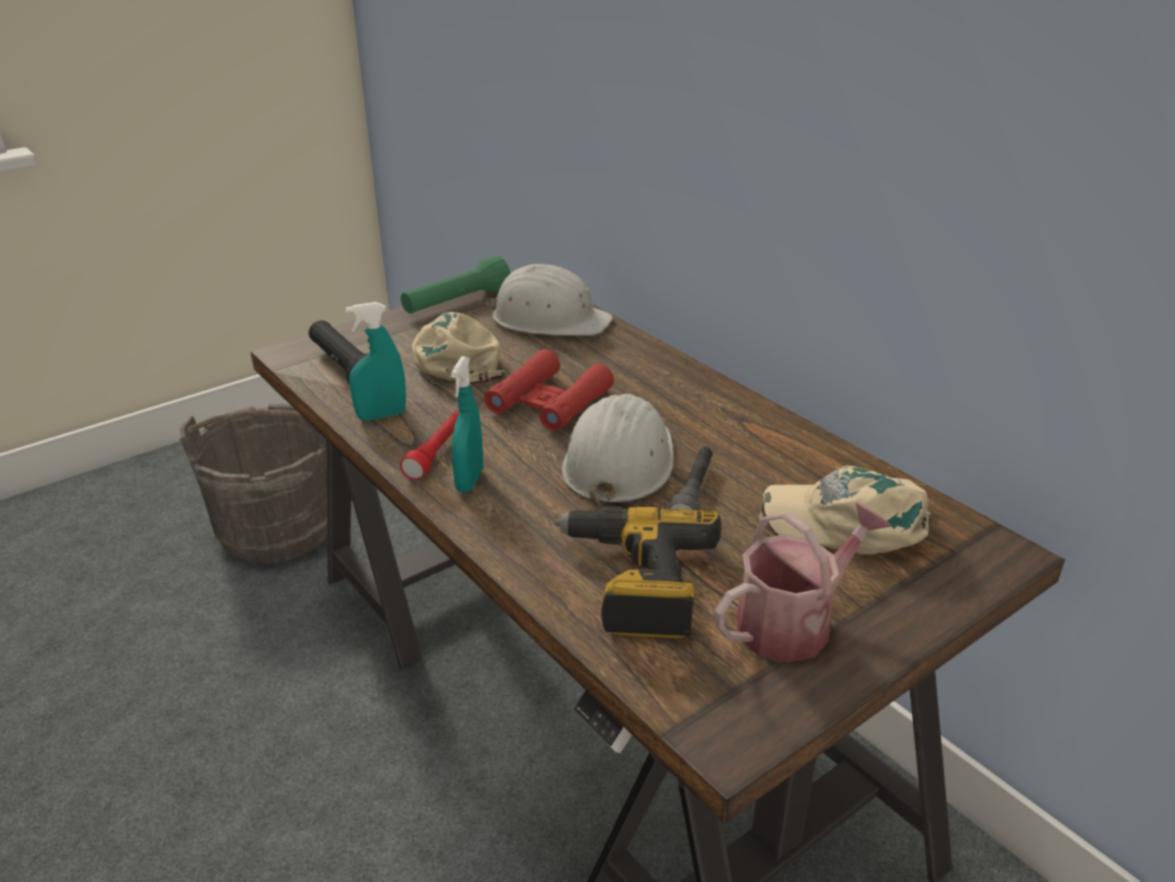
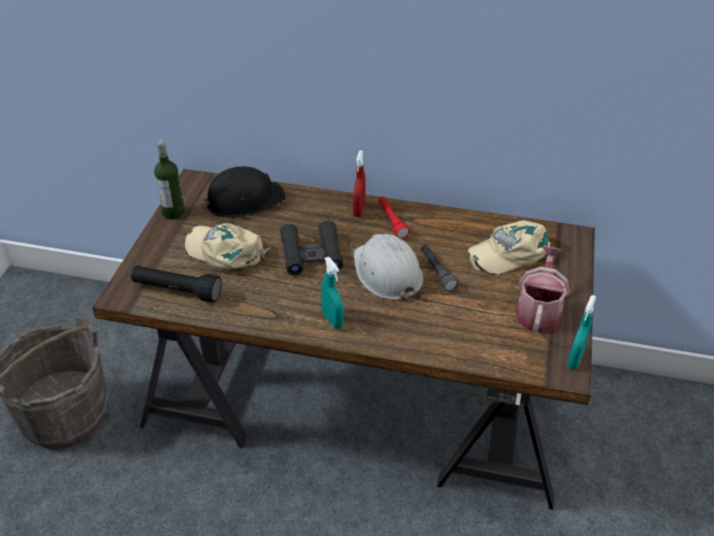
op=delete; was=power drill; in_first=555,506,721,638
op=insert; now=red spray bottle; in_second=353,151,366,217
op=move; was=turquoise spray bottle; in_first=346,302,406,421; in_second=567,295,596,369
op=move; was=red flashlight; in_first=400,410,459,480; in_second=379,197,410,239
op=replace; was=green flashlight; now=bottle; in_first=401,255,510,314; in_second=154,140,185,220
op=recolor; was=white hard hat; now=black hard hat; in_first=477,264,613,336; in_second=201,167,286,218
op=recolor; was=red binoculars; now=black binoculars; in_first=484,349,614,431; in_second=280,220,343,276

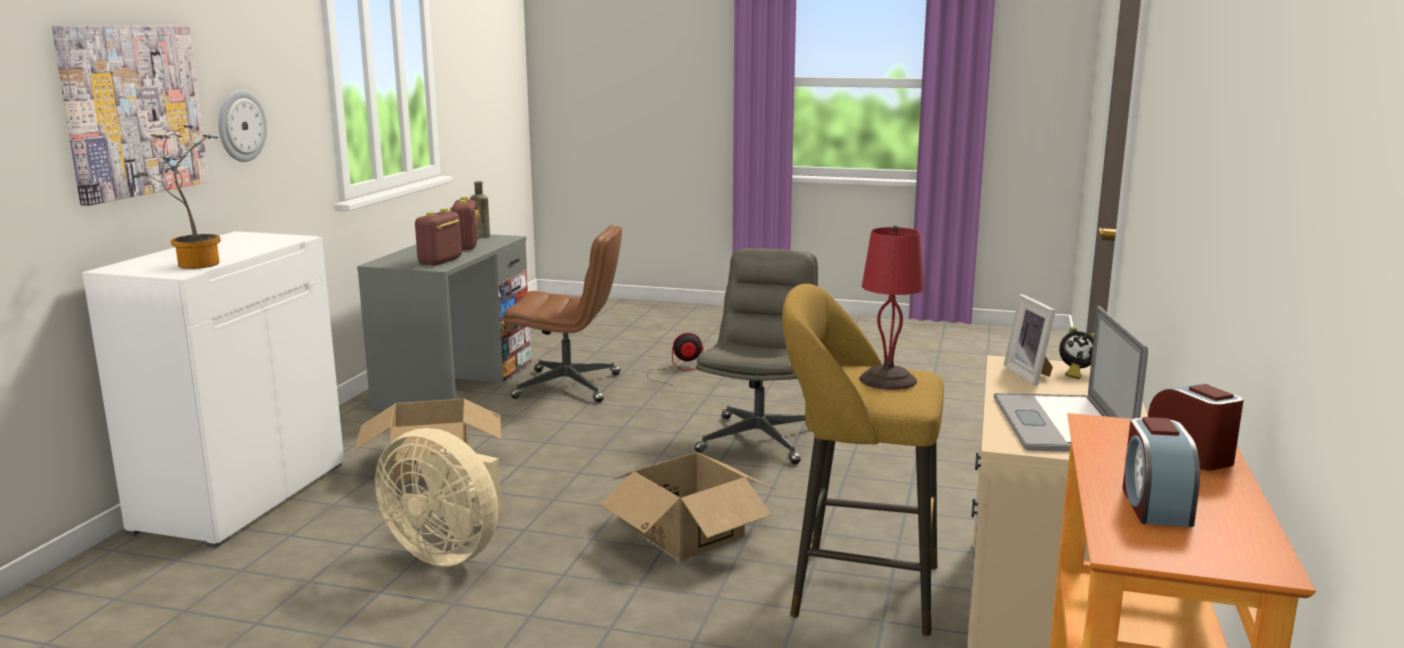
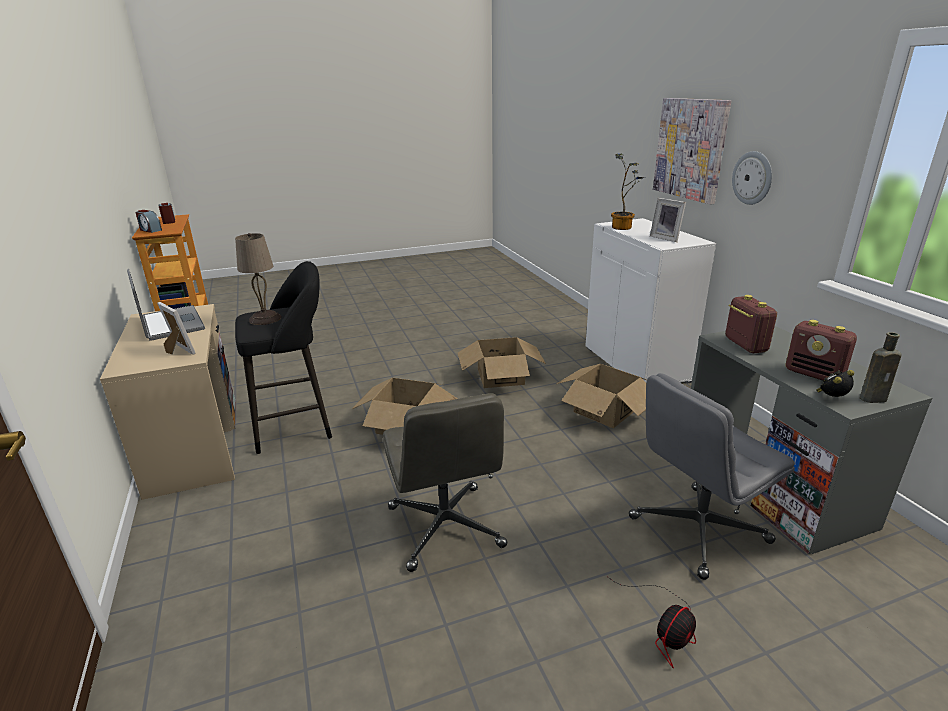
op=insert; now=picture frame; in_second=650,198,686,242
op=move; was=alarm clock; in_first=1059,327,1094,379; in_second=816,370,854,397
op=replace; was=beige fan; now=cardboard box; in_first=375,428,502,566; in_second=458,337,546,388
op=recolor; was=brown office chair; now=grey office chair; in_first=504,225,622,402; in_second=629,373,795,580
op=recolor; was=yellow stool; now=black stool; in_first=782,284,944,636; in_second=235,261,332,454
op=recolor; was=red table lamp; now=beige table lamp; in_first=859,226,924,390; in_second=235,233,282,325

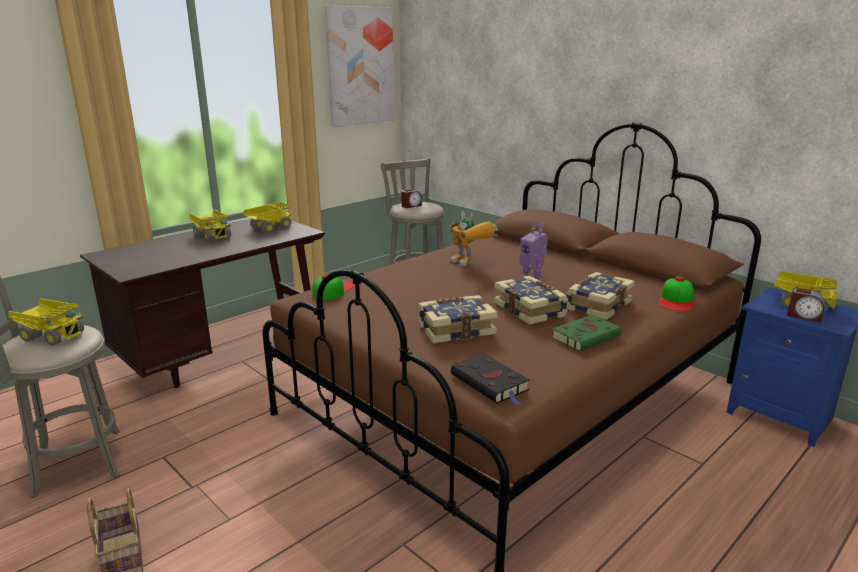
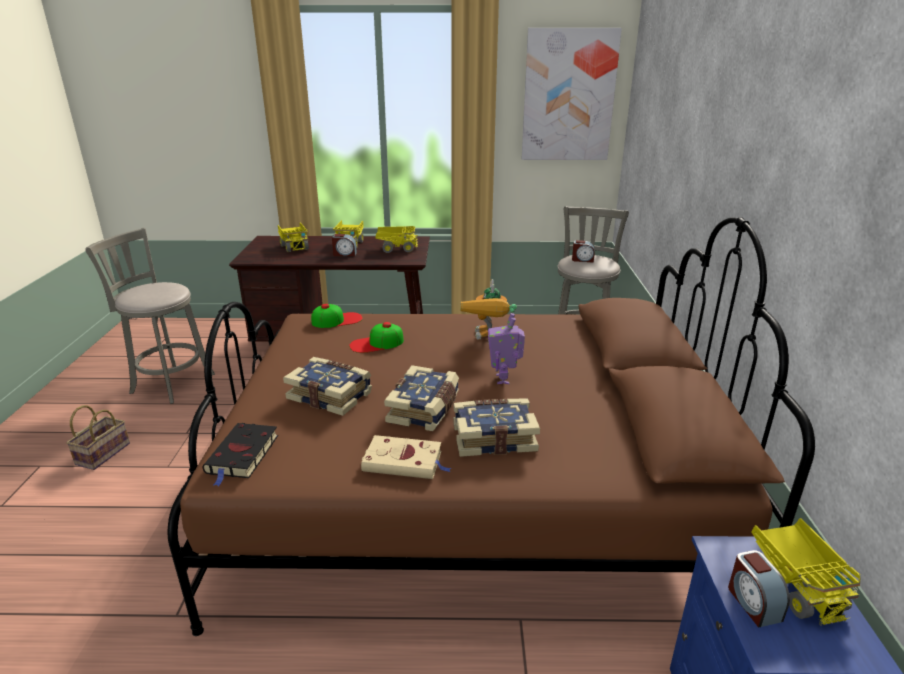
op=insert; now=alarm clock; in_second=332,234,357,256
op=move; was=toy truck; in_first=8,298,84,346; in_second=278,222,309,252
op=move; was=cap; in_first=659,276,694,311; in_second=349,322,404,353
op=recolor; was=green book; now=beige book; in_first=551,315,622,351; in_second=361,435,451,479

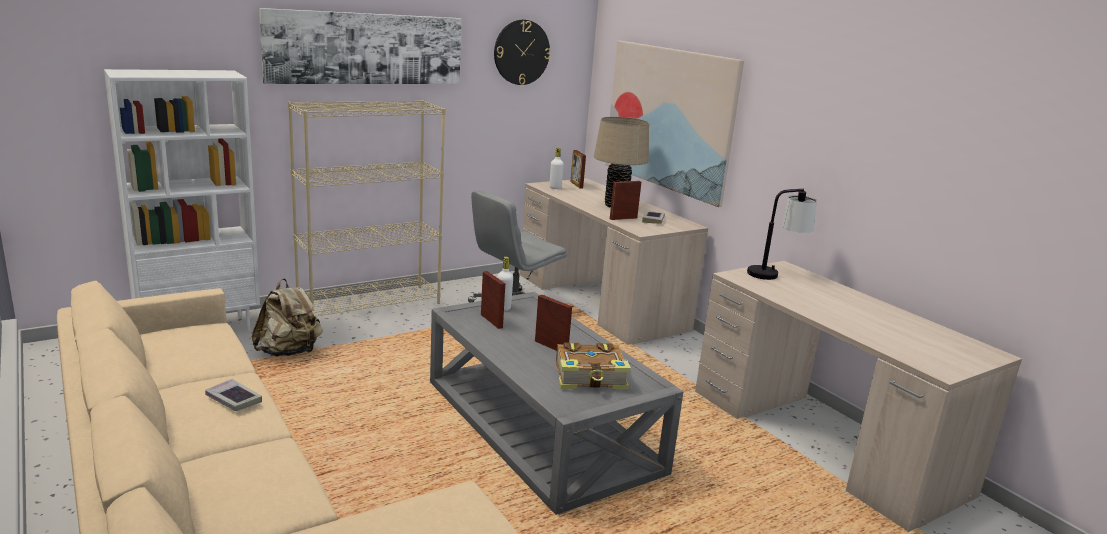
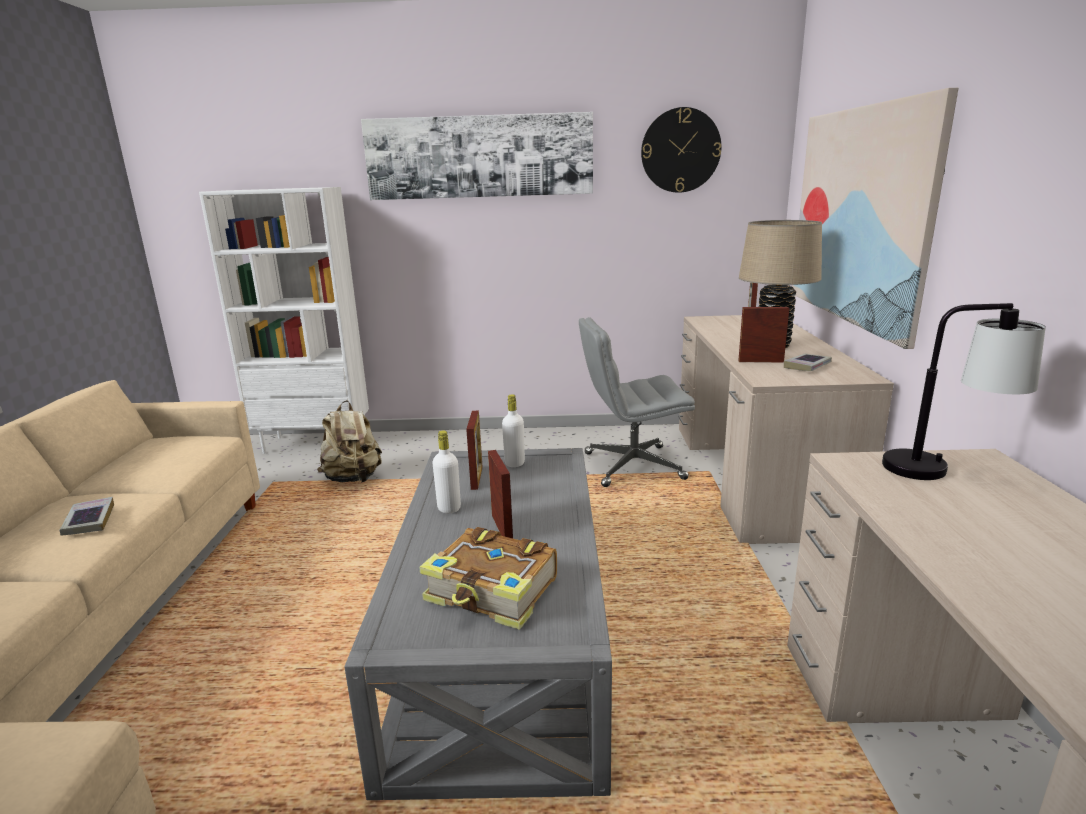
op=delete; was=beige bookcase; in_first=288,100,445,316
op=move; was=white bottle; in_first=549,148,564,189; in_second=432,430,461,513

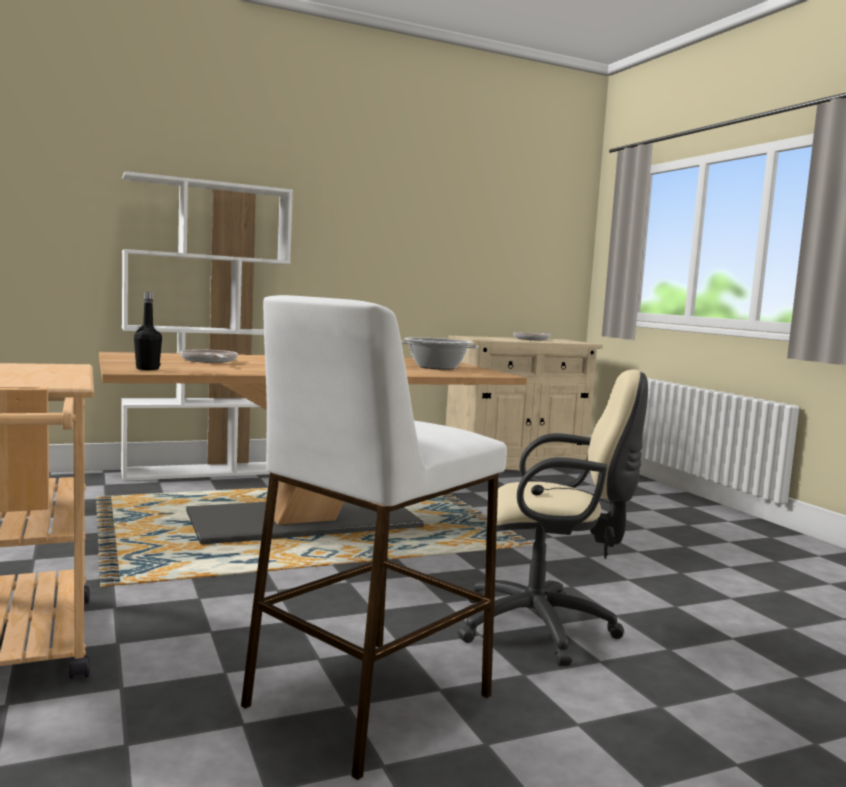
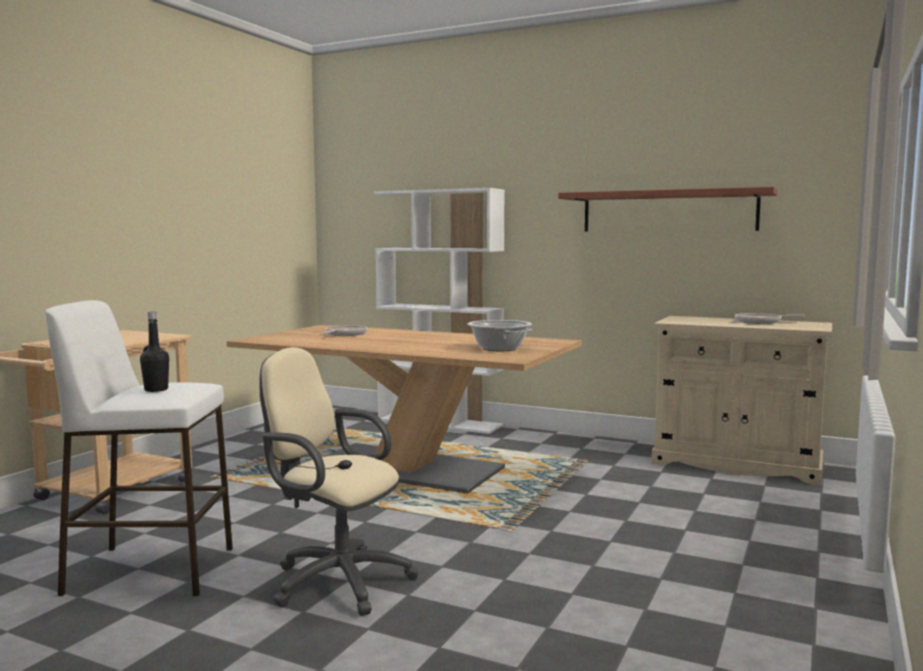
op=insert; now=shelf; in_second=558,187,777,232
op=move; was=black bottle; in_first=134,292,162,370; in_second=140,312,169,392
op=rotate; was=beige office chair; in_first=457,370,648,666; in_second=260,347,419,616; clockwise=150

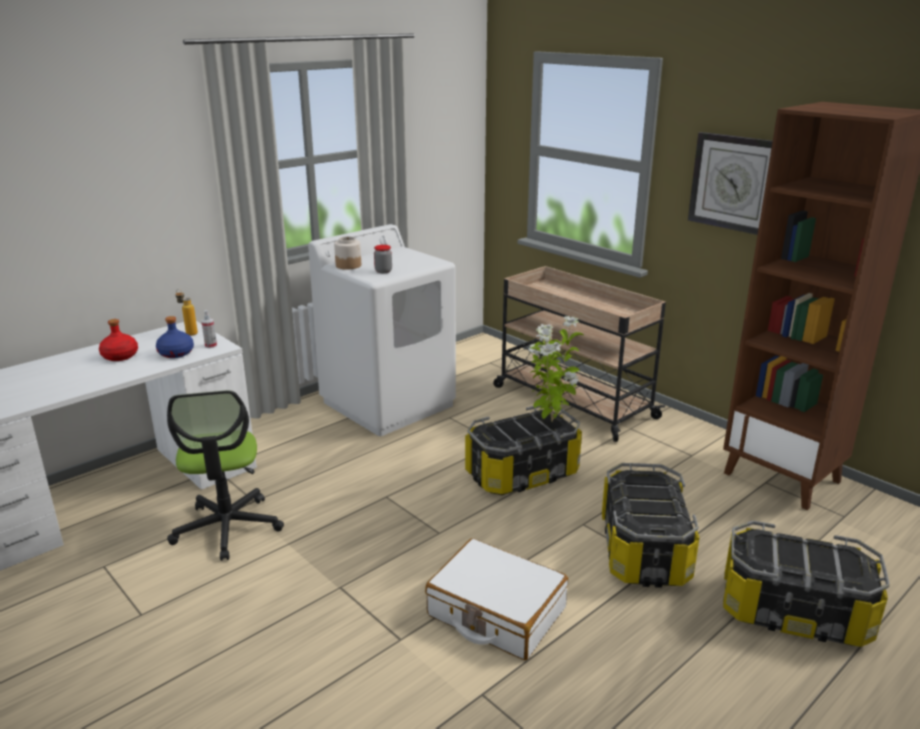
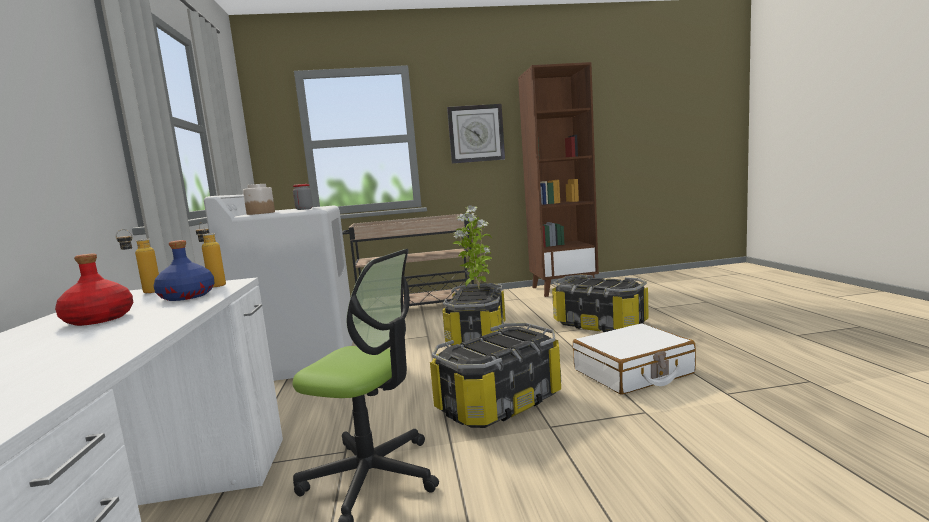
op=move; was=storage box; in_first=723,521,890,647; in_second=430,323,561,428
op=replace; was=spray bottle; now=bottle; in_first=201,310,217,348; in_second=196,222,226,287

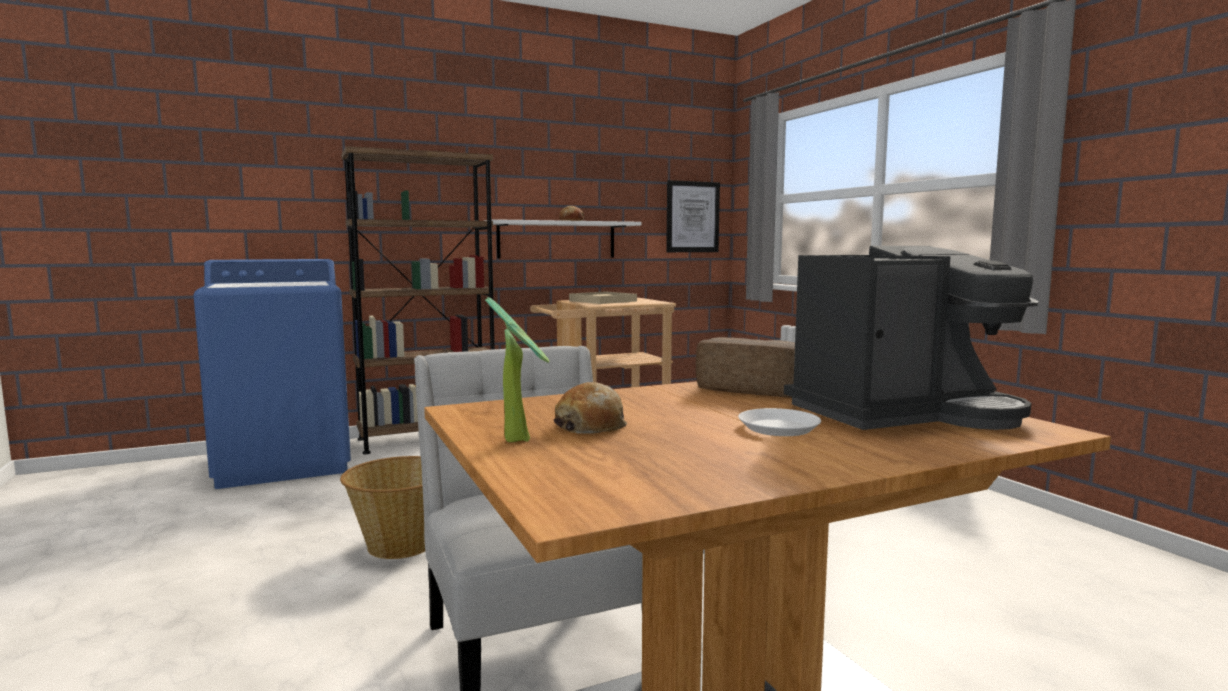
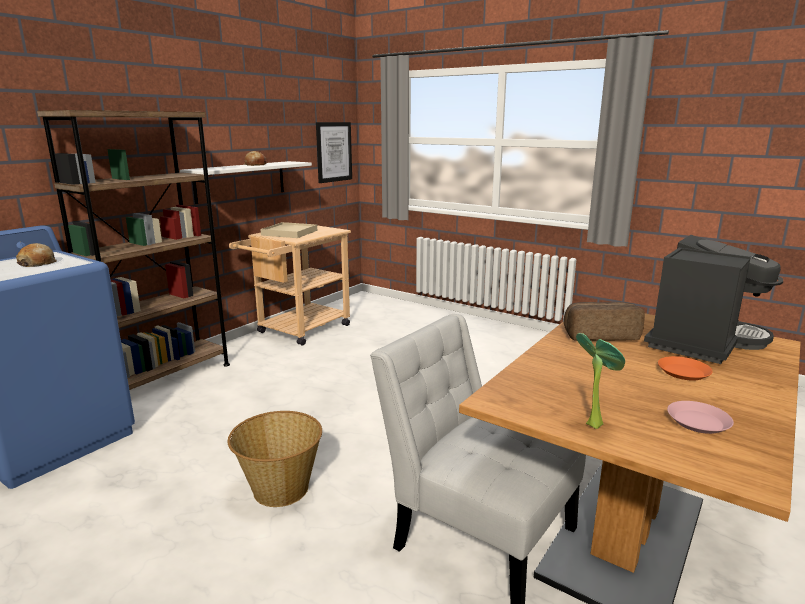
op=insert; now=pink plate; in_second=667,401,734,434
op=move; was=bread; in_first=554,382,627,434; in_second=16,243,57,267
op=recolor; was=white plate; now=orange plate; in_first=738,408,821,436; in_second=658,356,713,380

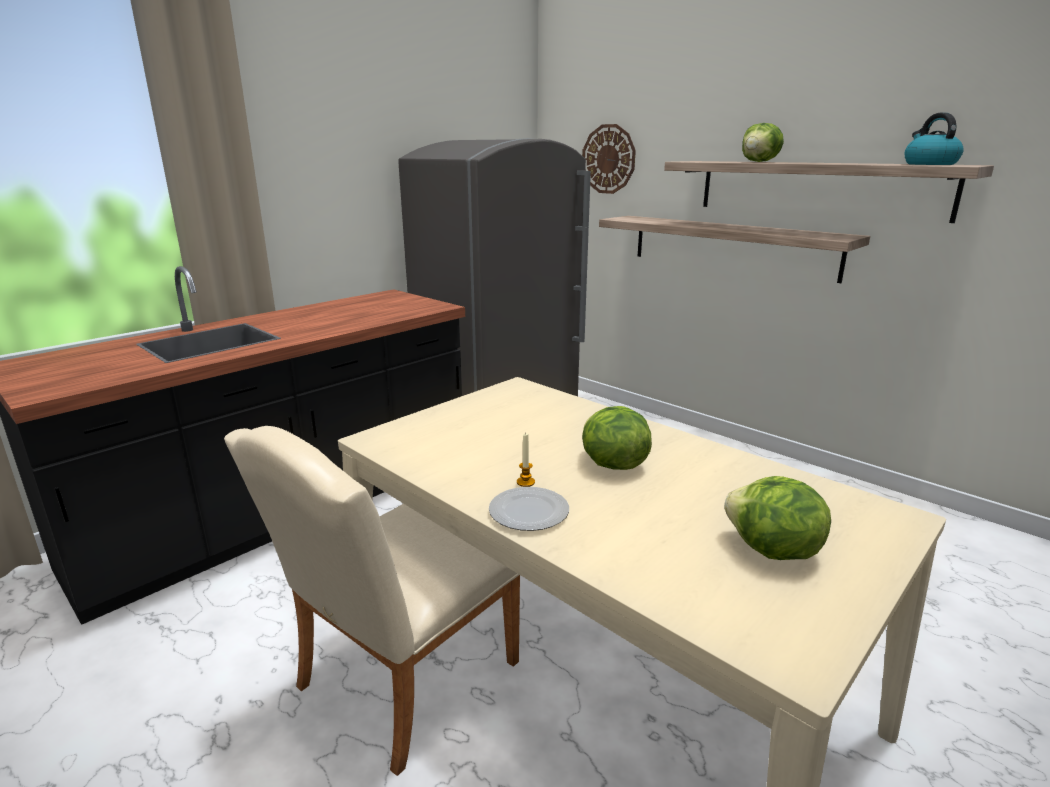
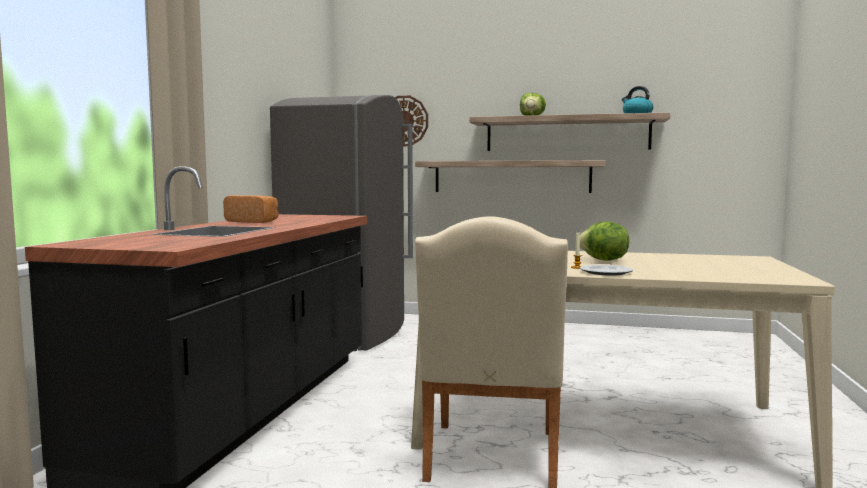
op=delete; was=lettuce; in_first=724,476,831,560
op=insert; now=bread; in_second=223,195,278,223

